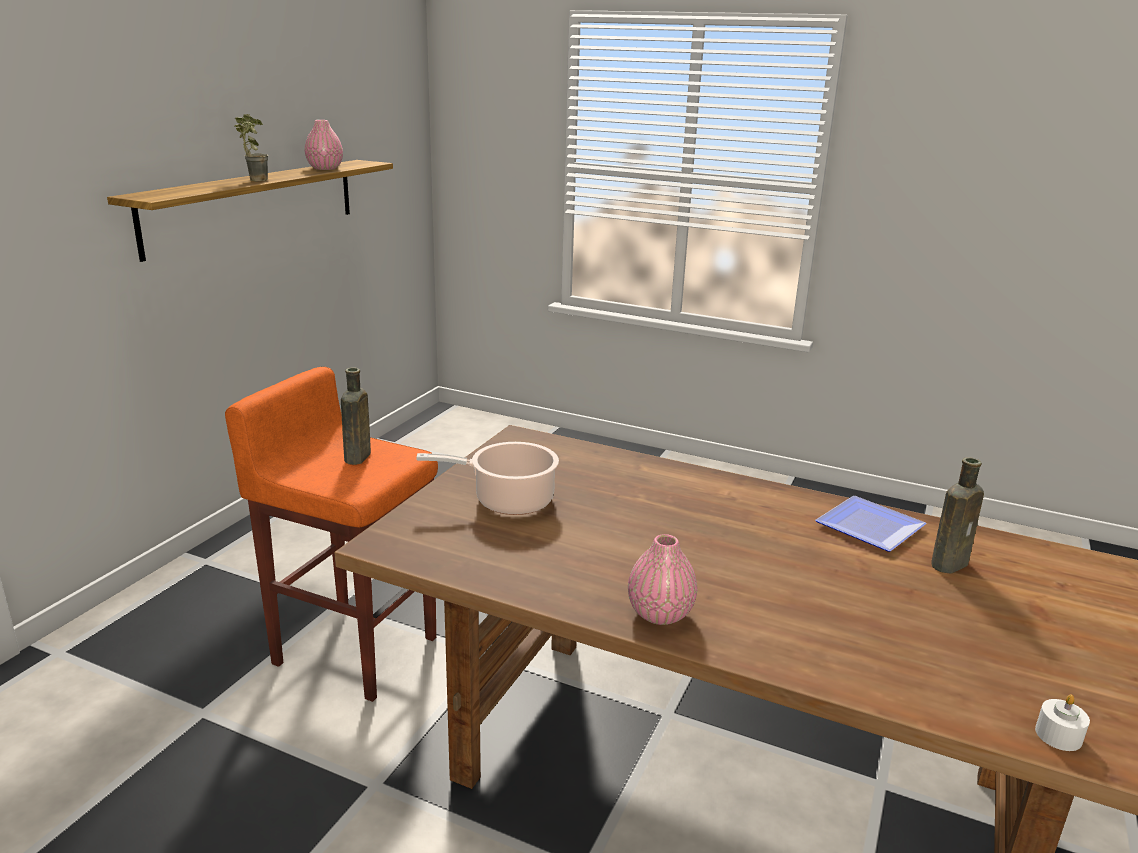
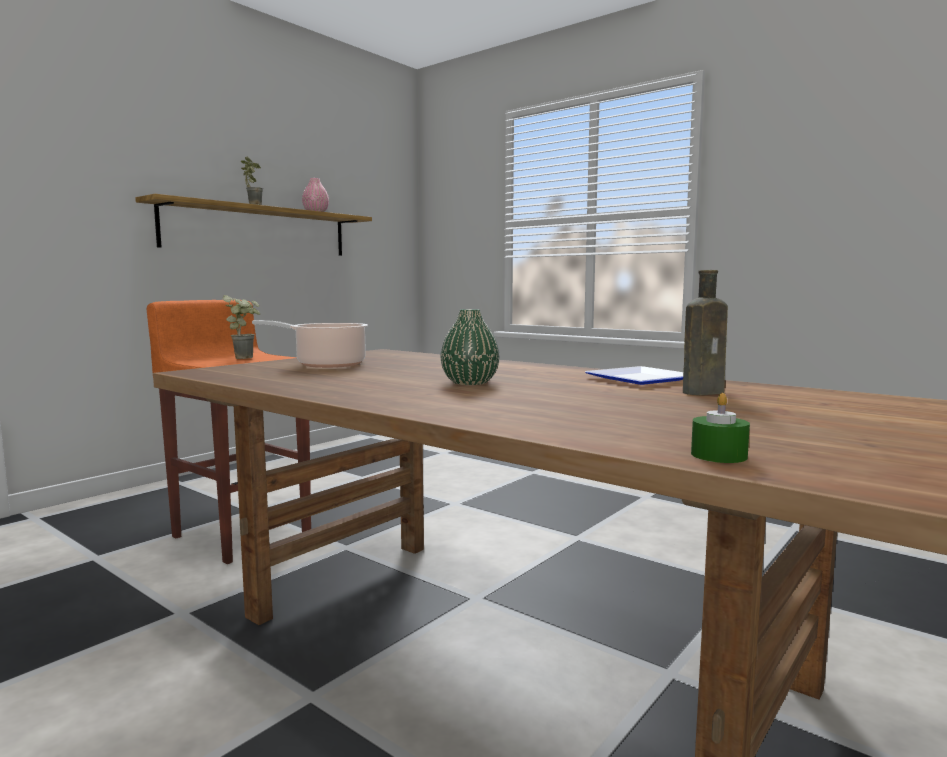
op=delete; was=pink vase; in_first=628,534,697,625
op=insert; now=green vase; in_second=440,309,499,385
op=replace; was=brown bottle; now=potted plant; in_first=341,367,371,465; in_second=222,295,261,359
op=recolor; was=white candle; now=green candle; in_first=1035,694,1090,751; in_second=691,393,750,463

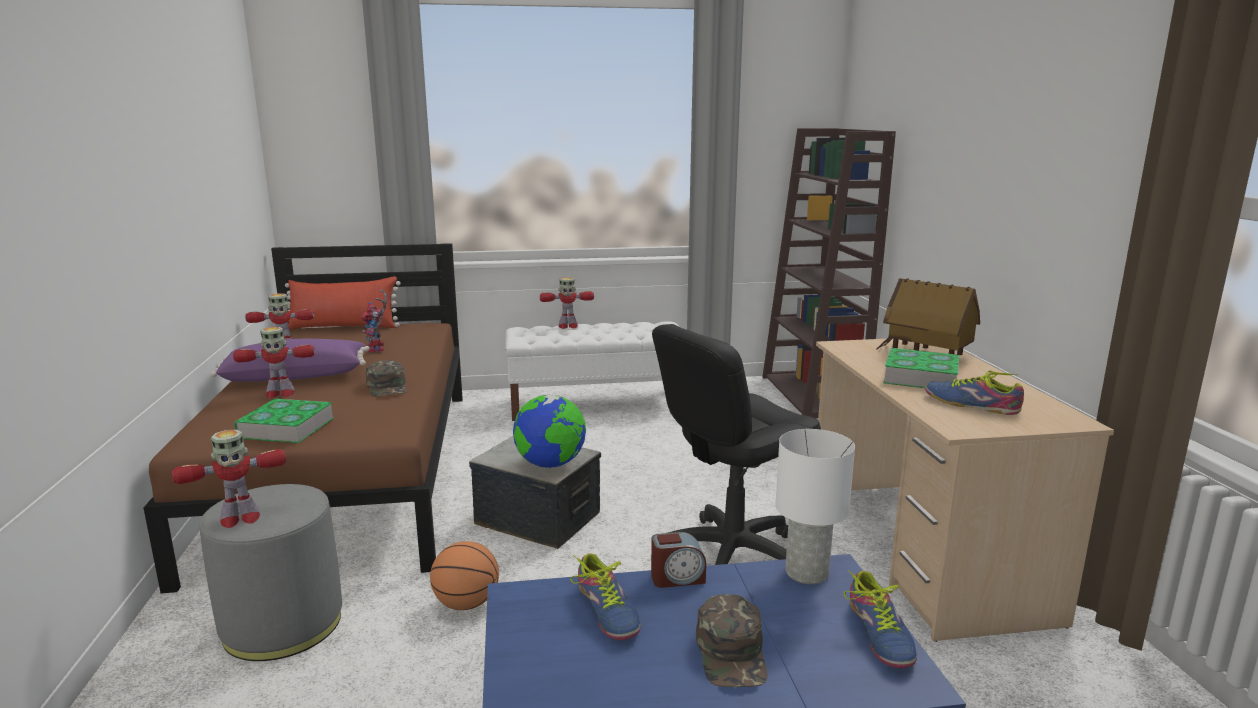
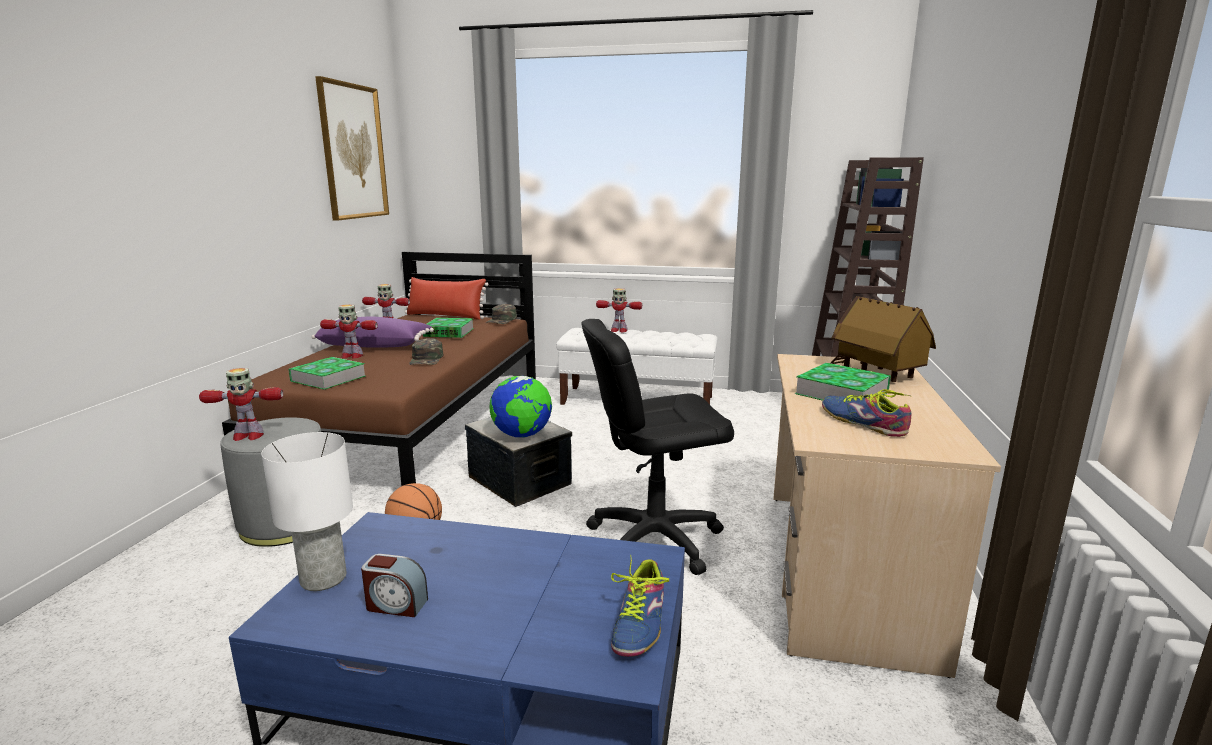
op=delete; was=shoe; in_first=570,554,641,640
op=insert; now=picture; in_second=315,76,389,220
op=move; was=alarm clock; in_first=651,532,706,588; in_second=361,554,428,617
op=move; was=green cap; in_first=696,594,767,687; in_second=486,304,517,324
op=move; was=white table lamp; in_first=775,429,855,585; in_second=261,432,353,591
op=replace; was=toy robot; now=book; in_first=361,290,387,352; in_second=423,318,474,338

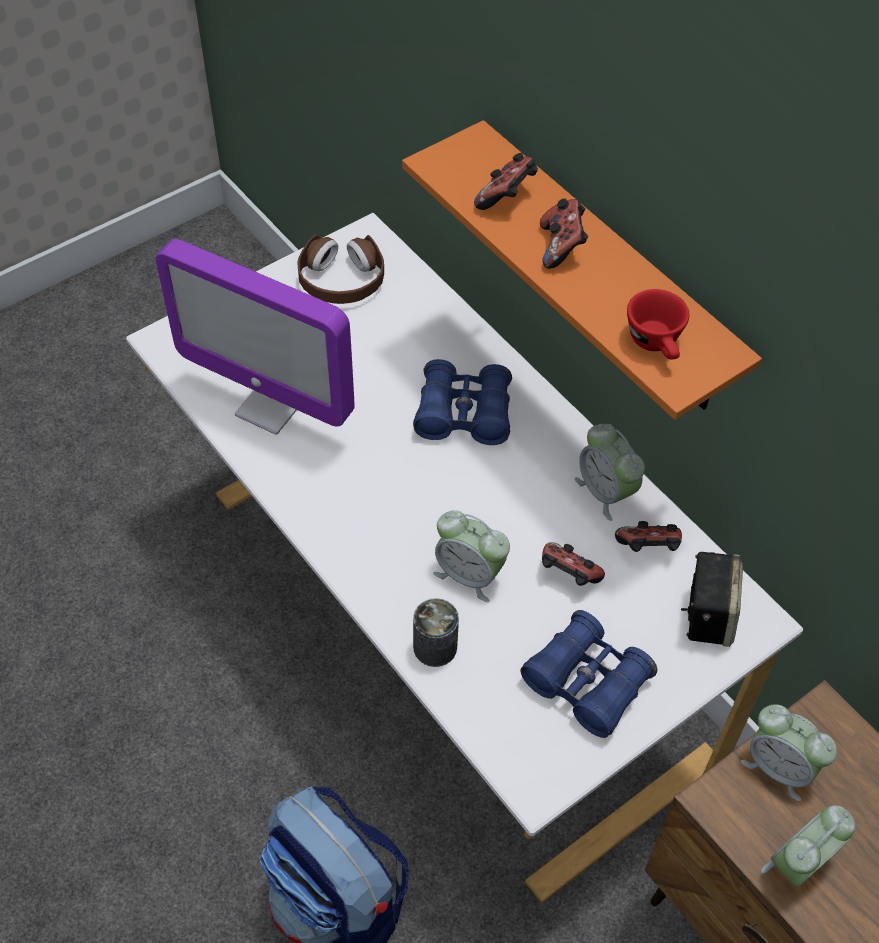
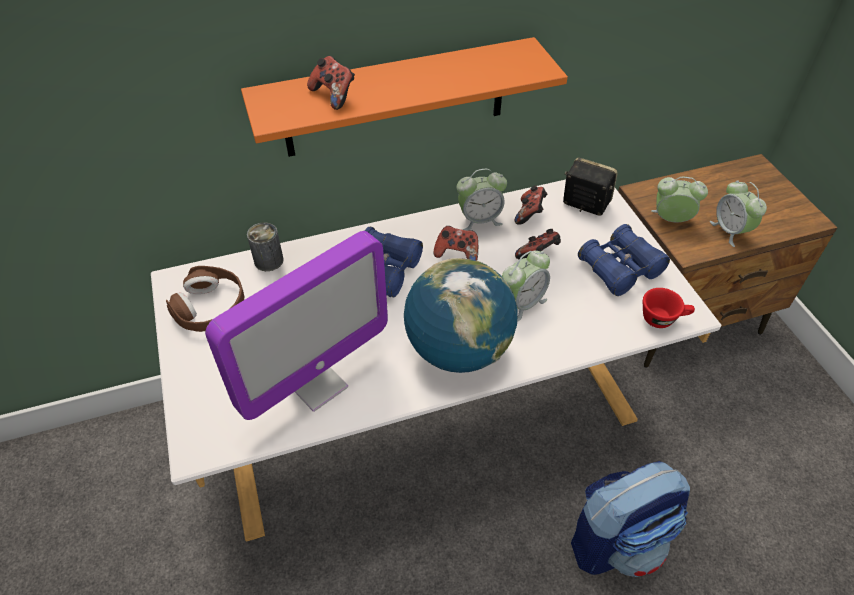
op=insert; now=globe; in_second=404,258,517,373
op=move; was=can; in_first=413,598,459,667; in_second=247,222,284,271
op=move; was=game controller; in_first=540,198,588,269; in_second=433,226,478,261
op=move; was=red cup; in_first=627,289,689,360; in_second=643,288,695,328
op=rotate; was=alarm clock; in_first=741,704,837,801; in_second=651,177,708,222; clockwise=-135

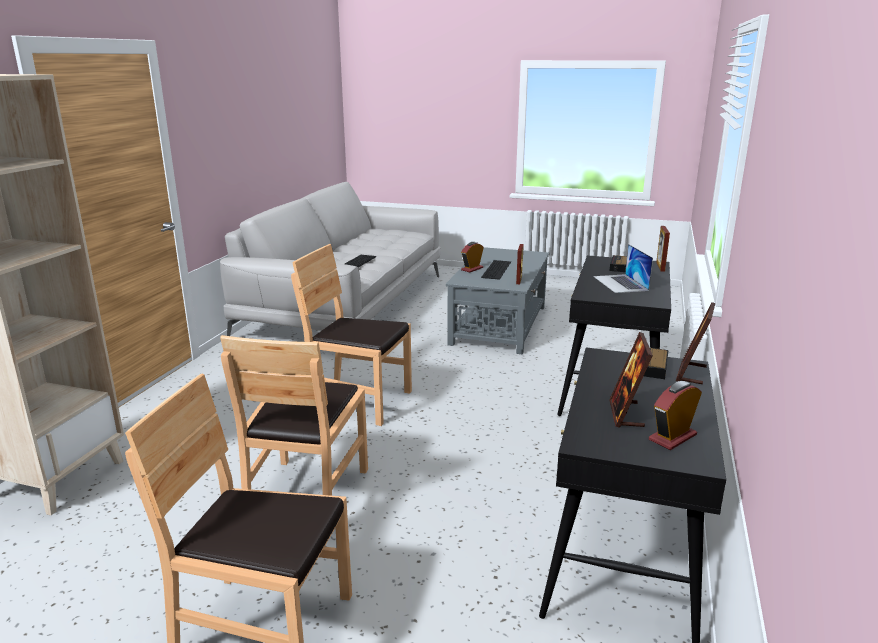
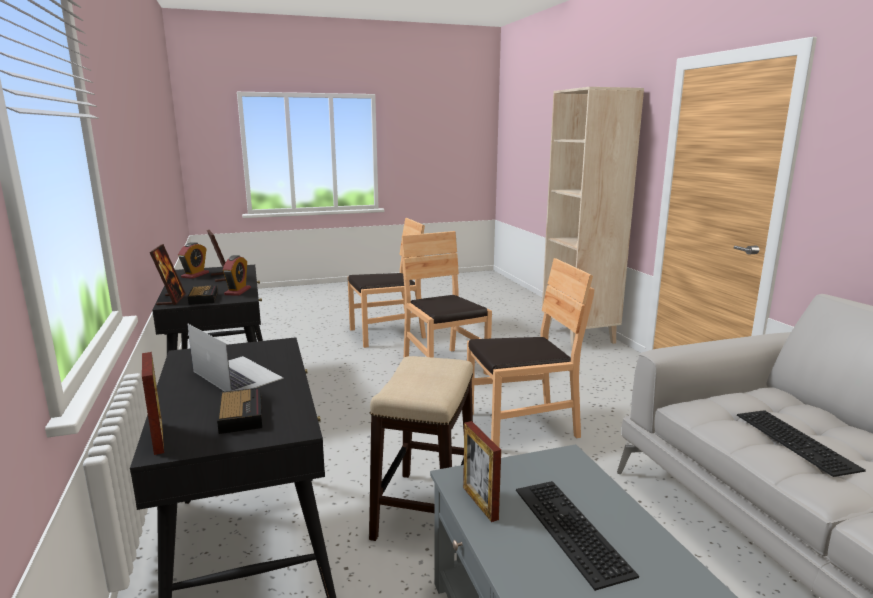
op=insert; now=stool; in_second=369,356,473,541
op=move; was=alarm clock; in_first=461,242,484,272; in_second=223,255,251,296

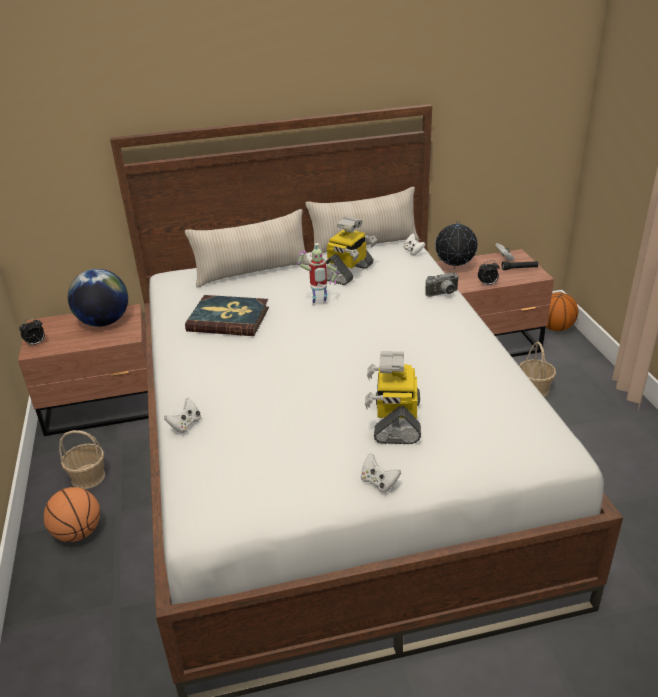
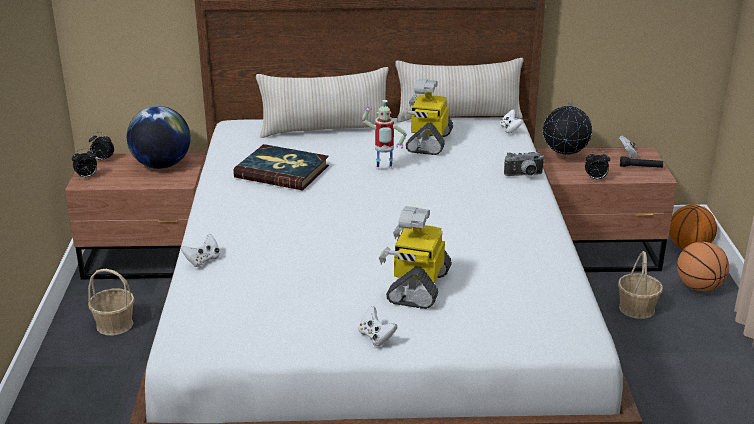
op=insert; now=alarm clock; in_second=89,132,114,161
op=move; was=basketball; in_first=44,487,100,542; in_second=677,242,729,291
op=rotate; was=toy robot; in_first=326,217,377,285; in_second=400,79,453,155; clockwise=150

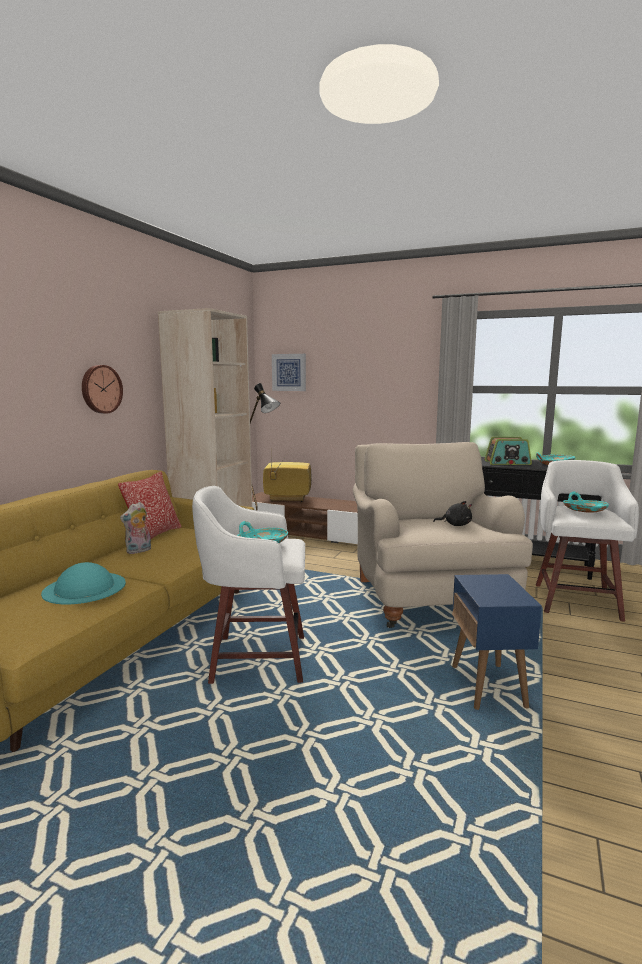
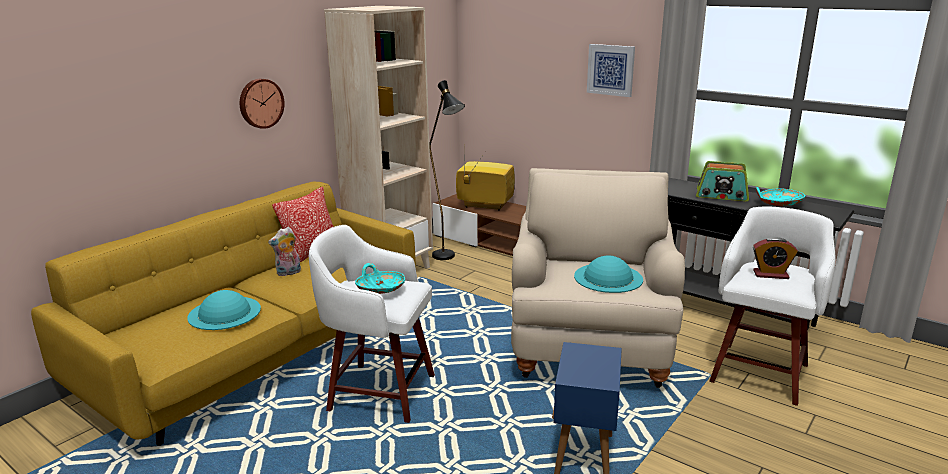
op=move; was=picture; in_first=272,354,306,391; in_second=587,44,635,97
op=replace; was=black plush toy; now=turquoise hat; in_first=433,501,472,526; in_second=574,255,643,293
op=replace; was=turquoise bowl; now=alarm clock; in_first=563,492,609,513; in_second=753,237,798,279

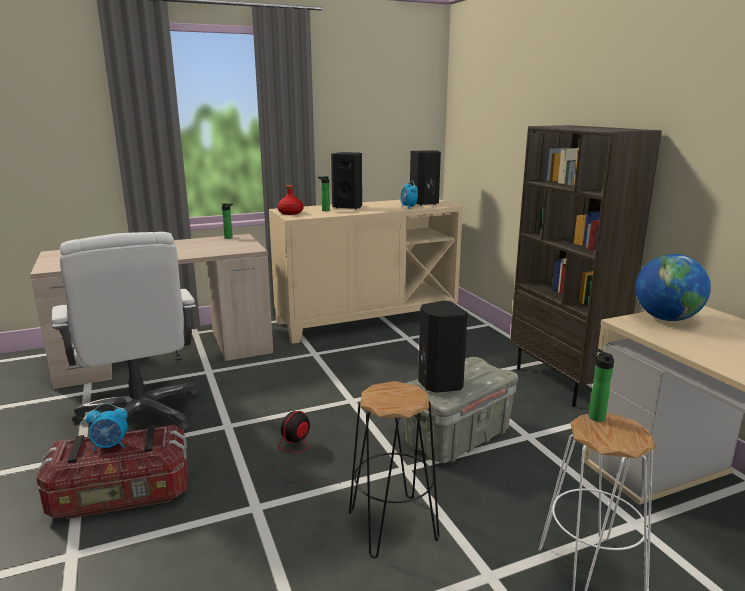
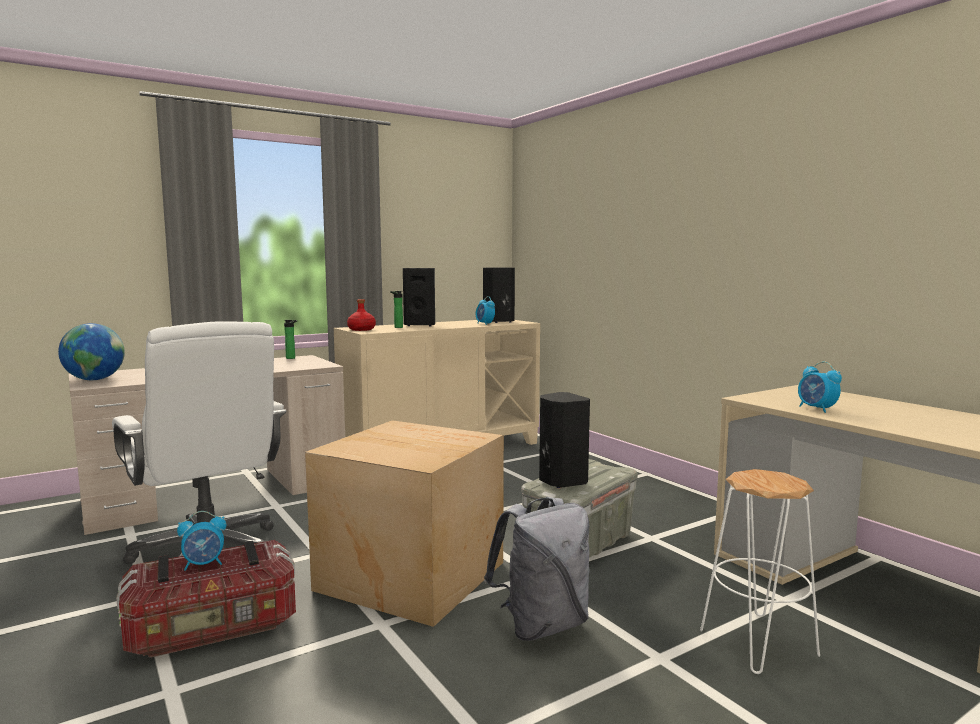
op=delete; was=brown bookcase; in_first=510,125,662,407
op=delete; was=bottle; in_first=589,349,614,422
op=insert; now=alarm clock; in_second=798,361,842,413
op=move; was=globe; in_first=635,254,711,321; in_second=58,323,125,380
op=replace; was=fan; now=cardboard box; in_first=272,411,340,484; in_second=305,420,504,627
op=replace; was=black stool; now=grey backpack; in_first=349,381,439,558; in_second=484,497,590,641

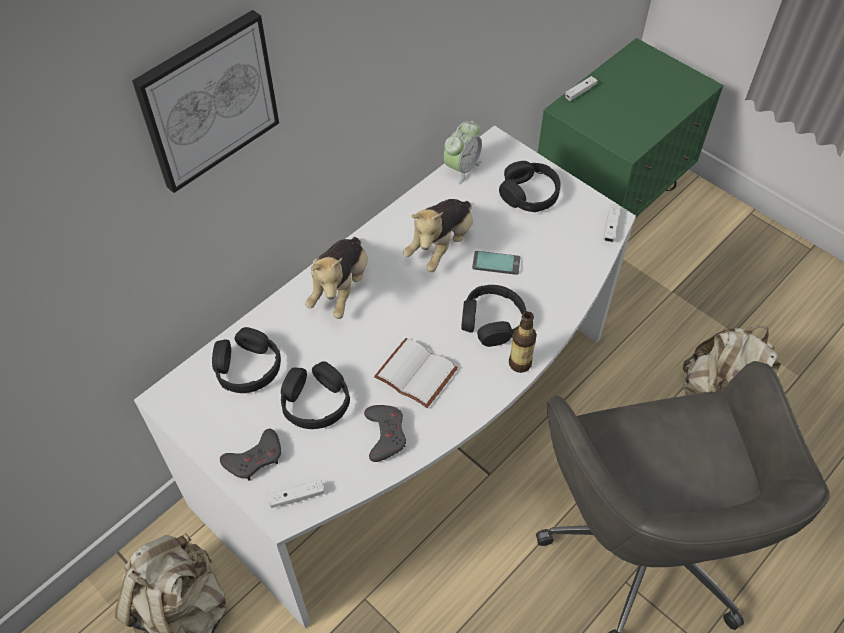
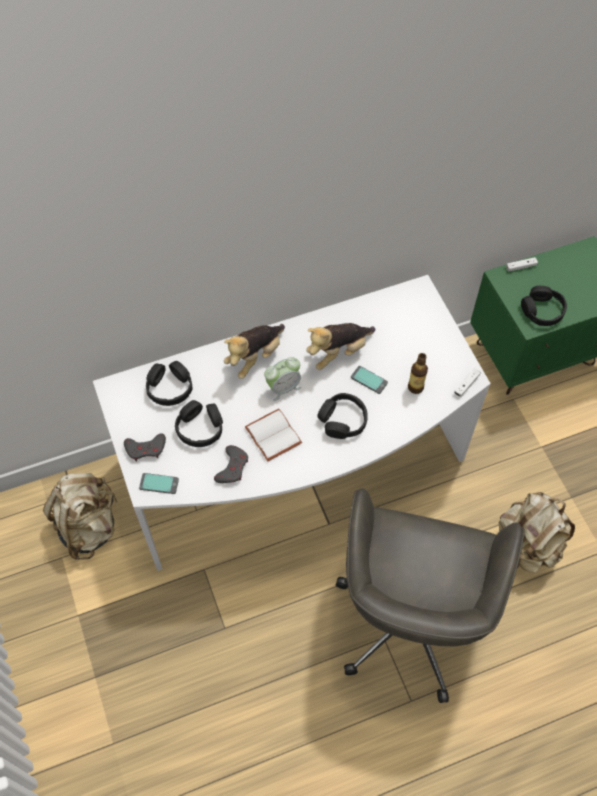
op=delete; was=picture; in_first=132,10,279,193
op=move; was=alarm clock; in_first=444,121,482,184; in_second=264,357,301,401
op=move; was=black headphones; in_first=499,161,560,212; in_second=521,286,567,326
op=move; was=bottle; in_first=509,311,537,373; in_second=408,353,428,394
op=replace; was=white game controller; now=phone; in_first=268,479,324,508; in_second=139,473,179,494

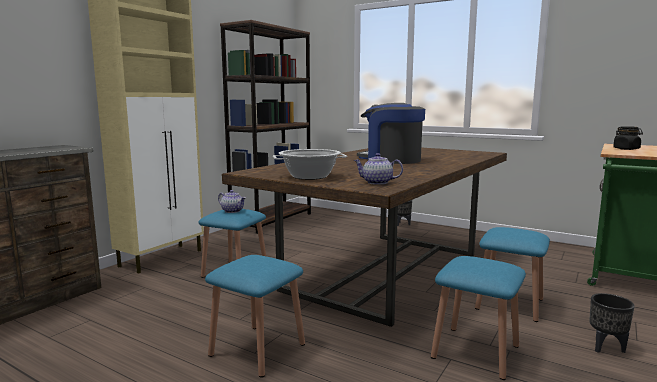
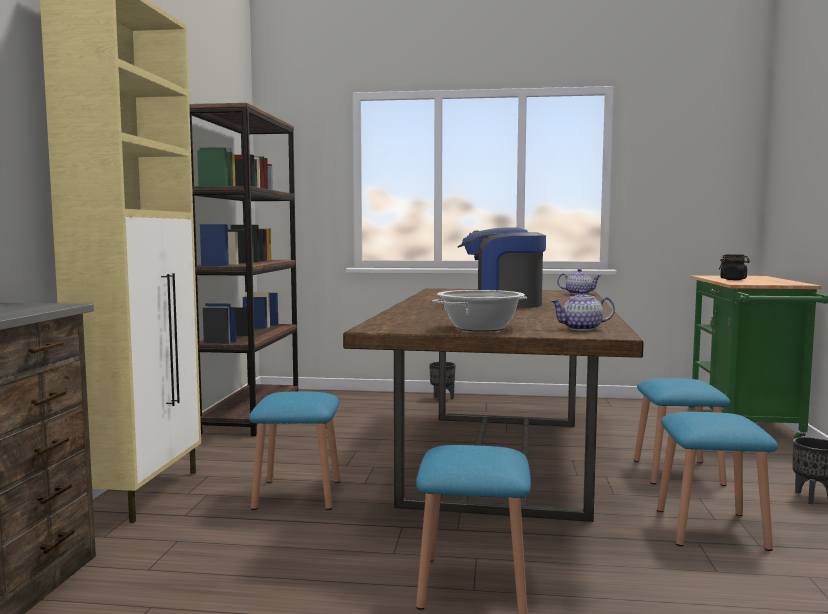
op=move; was=teapot; in_first=218,190,246,213; in_second=557,269,601,295

